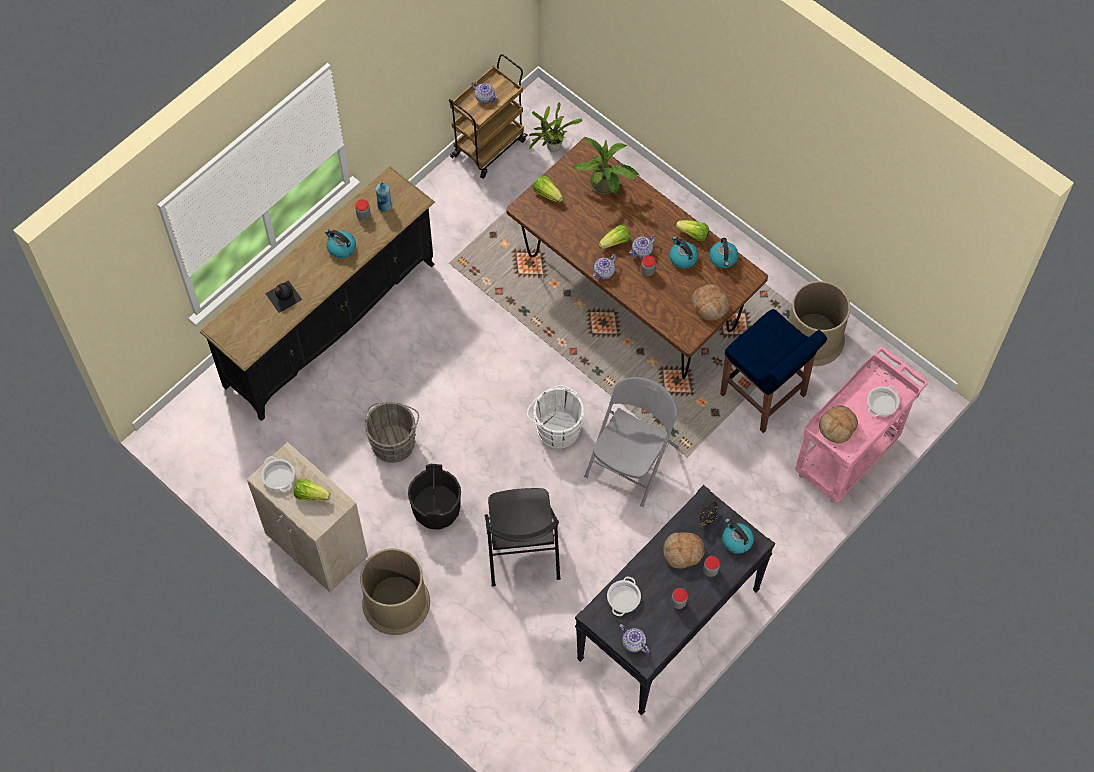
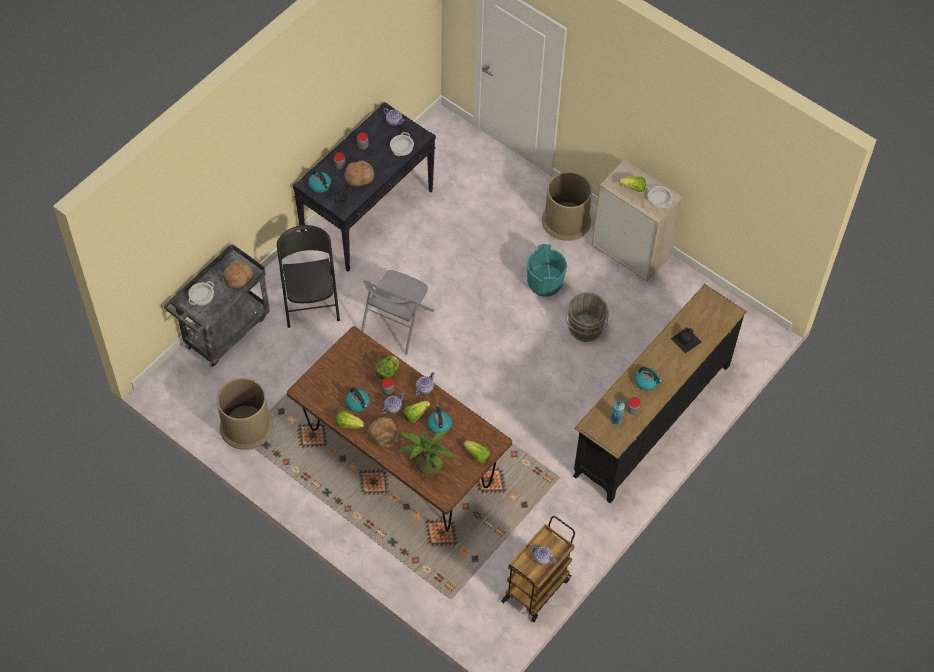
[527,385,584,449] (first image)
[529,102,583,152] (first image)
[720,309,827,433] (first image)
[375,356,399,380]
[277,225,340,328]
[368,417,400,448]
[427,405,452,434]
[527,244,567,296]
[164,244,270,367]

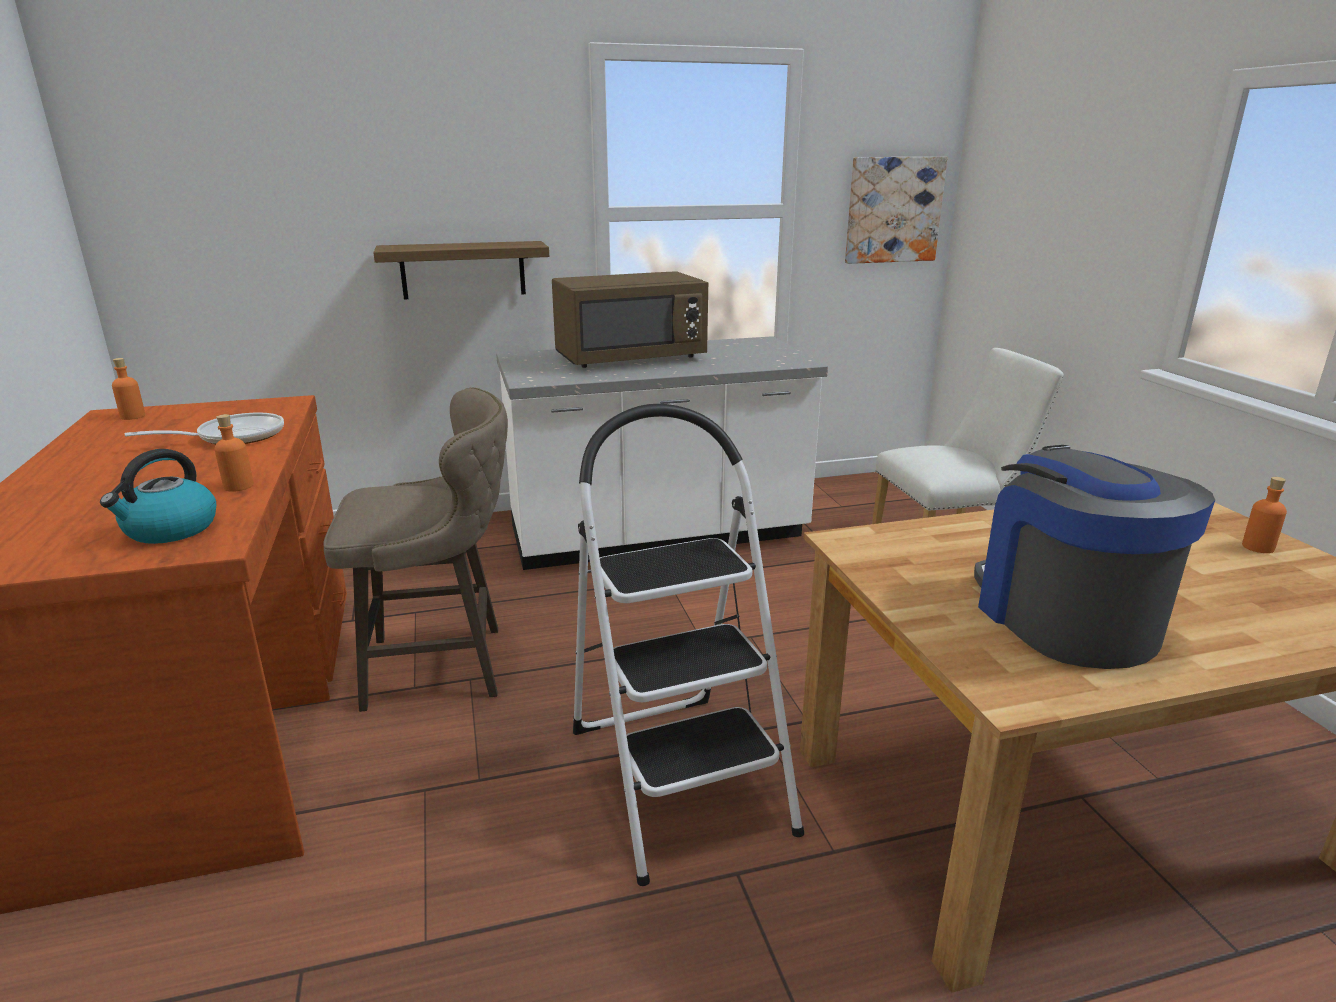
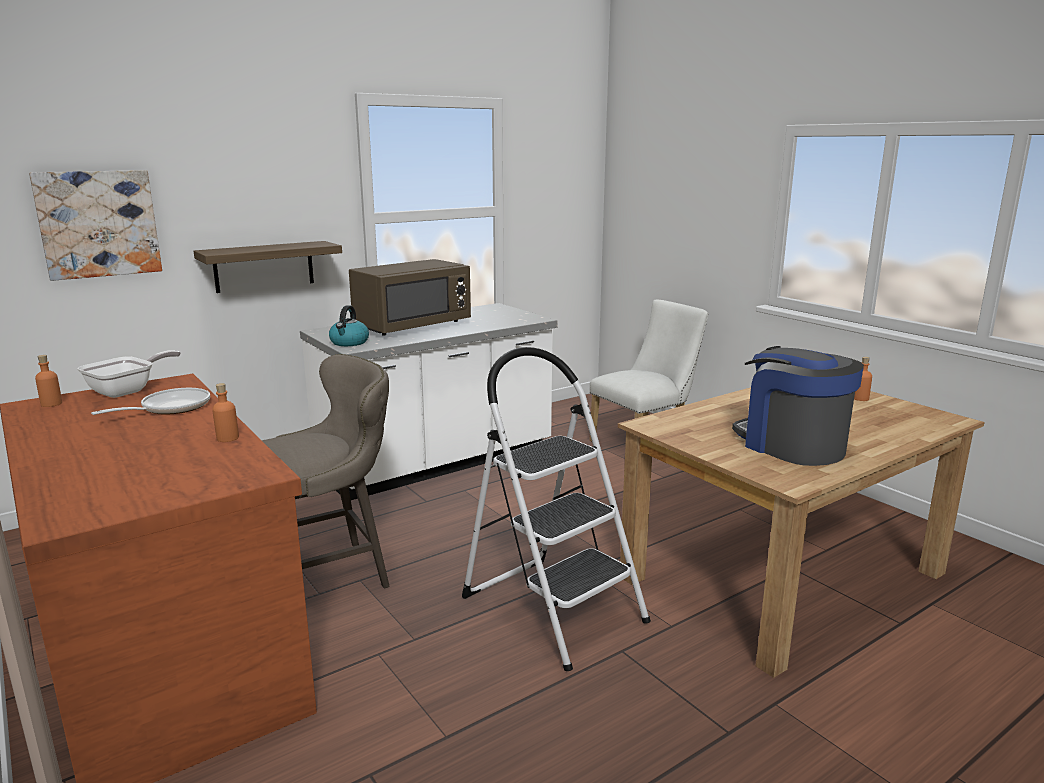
[78,350,180,398]
[329,305,369,346]
[29,170,162,281]

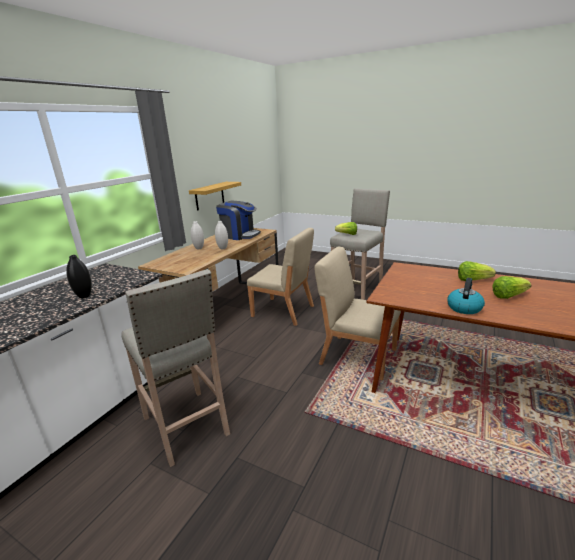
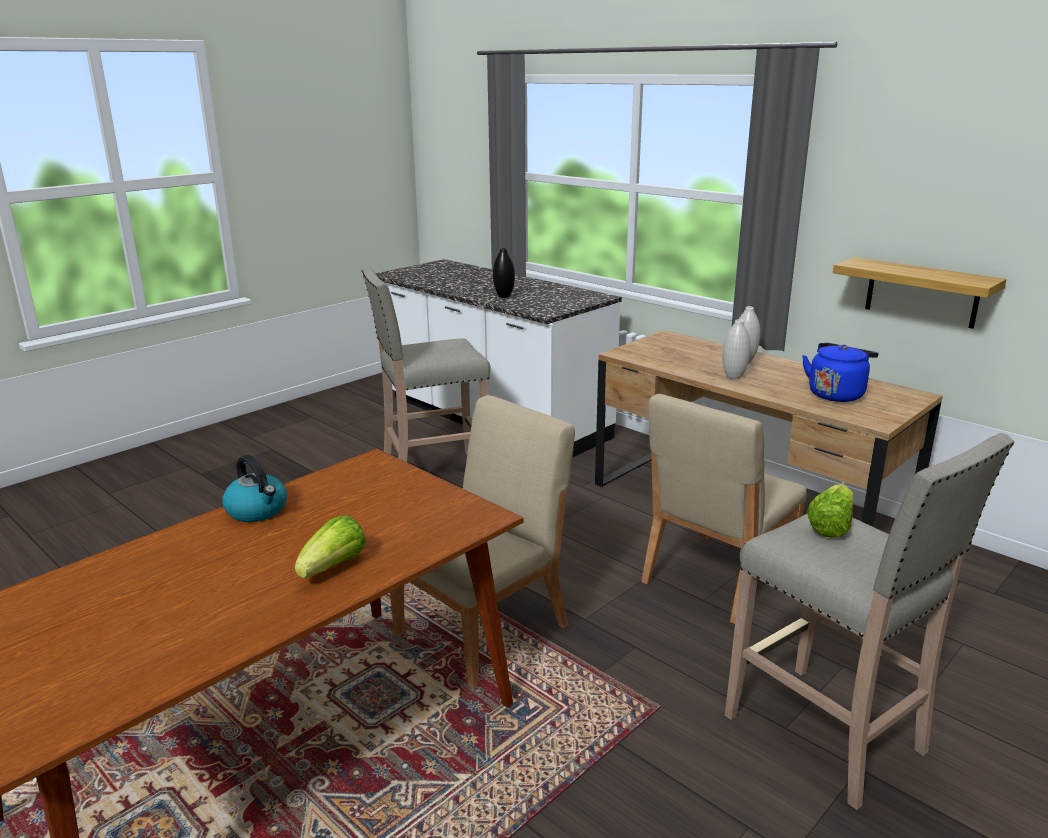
[492,276,531,299] (first image)
[802,343,878,402]

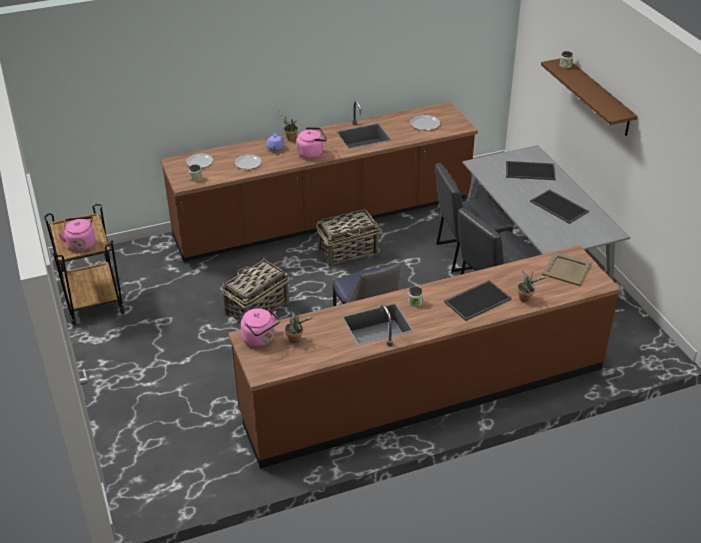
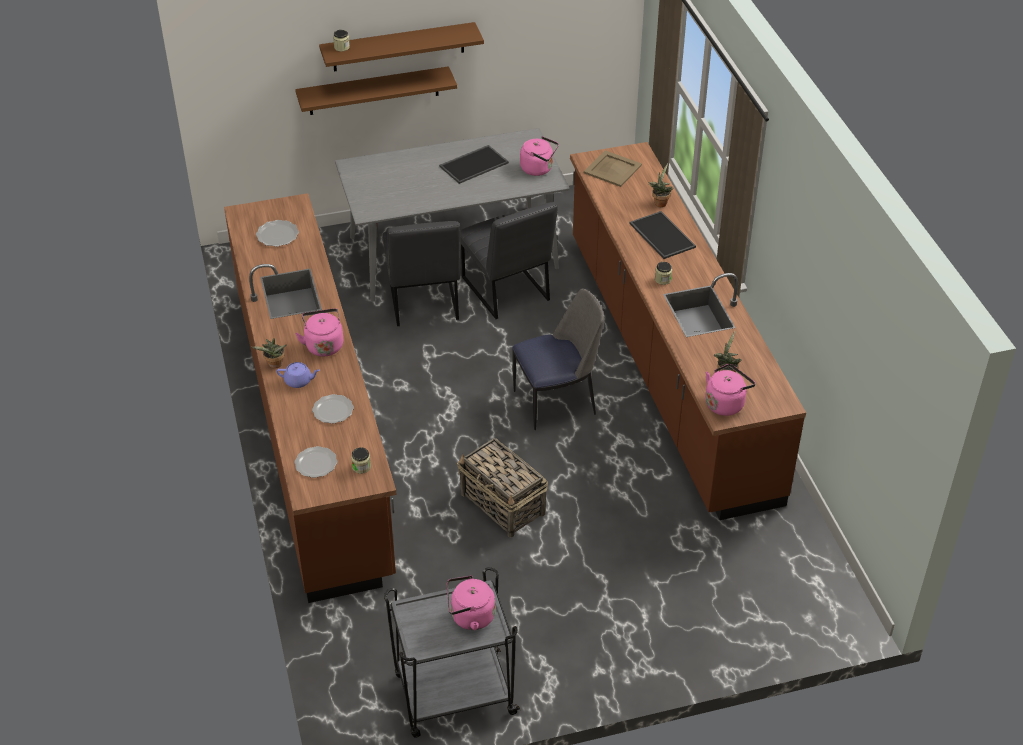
[316,209,380,267] (first image)
[506,161,556,180] (first image)
[295,66,457,115]
[520,136,559,176]
[384,567,520,738]

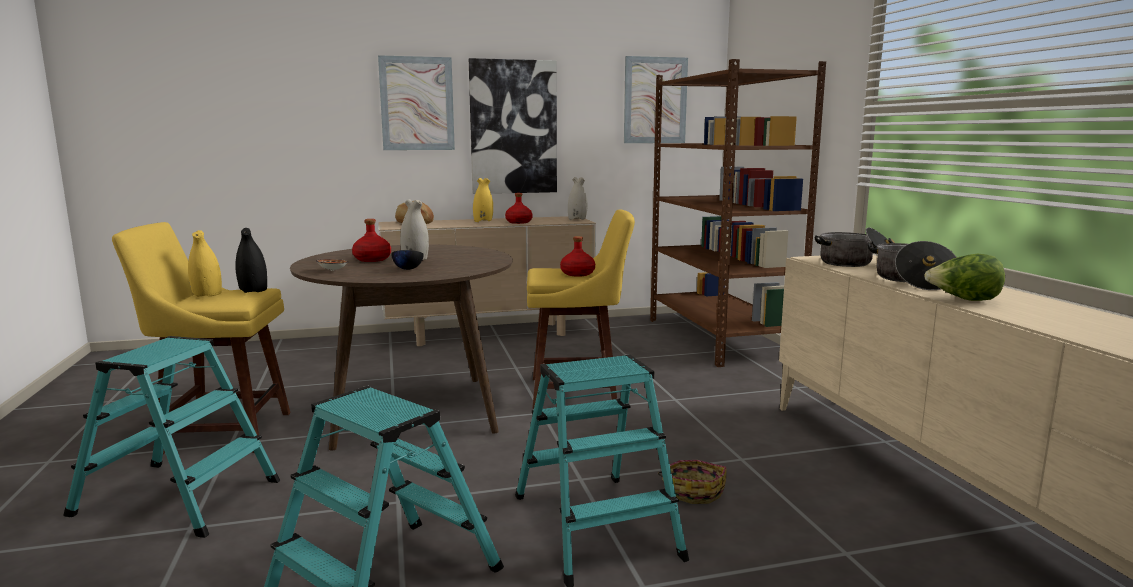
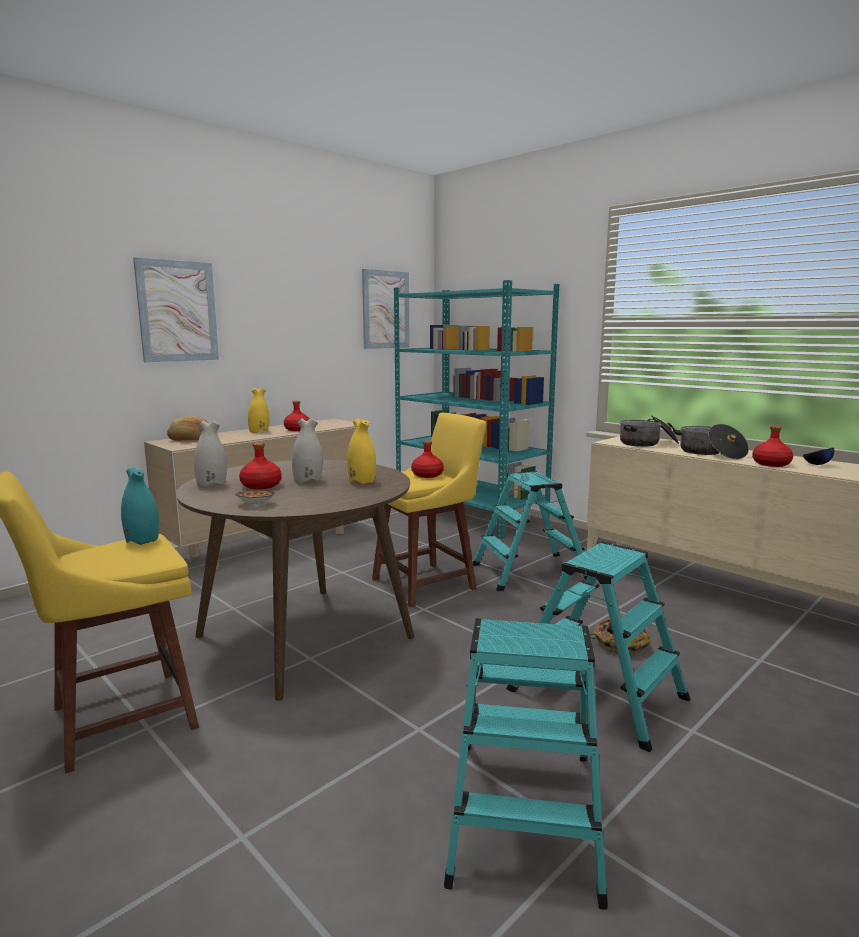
[469,58,557,194] (first image)
[473,471,588,591]
[347,418,376,484]
[803,447,834,465]
[194,421,227,488]
[752,426,793,467]
[121,467,159,545]
[394,280,559,539]

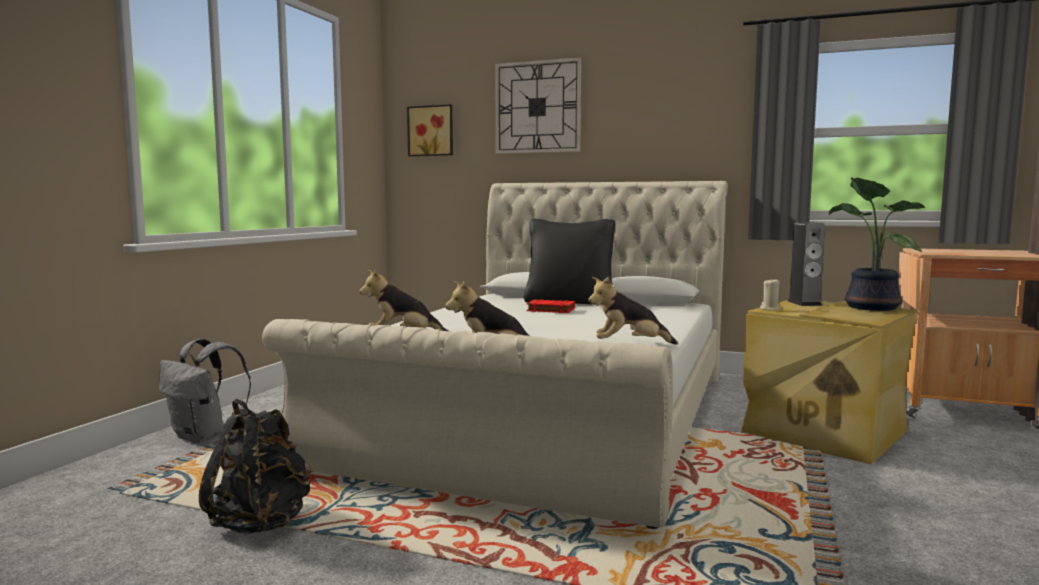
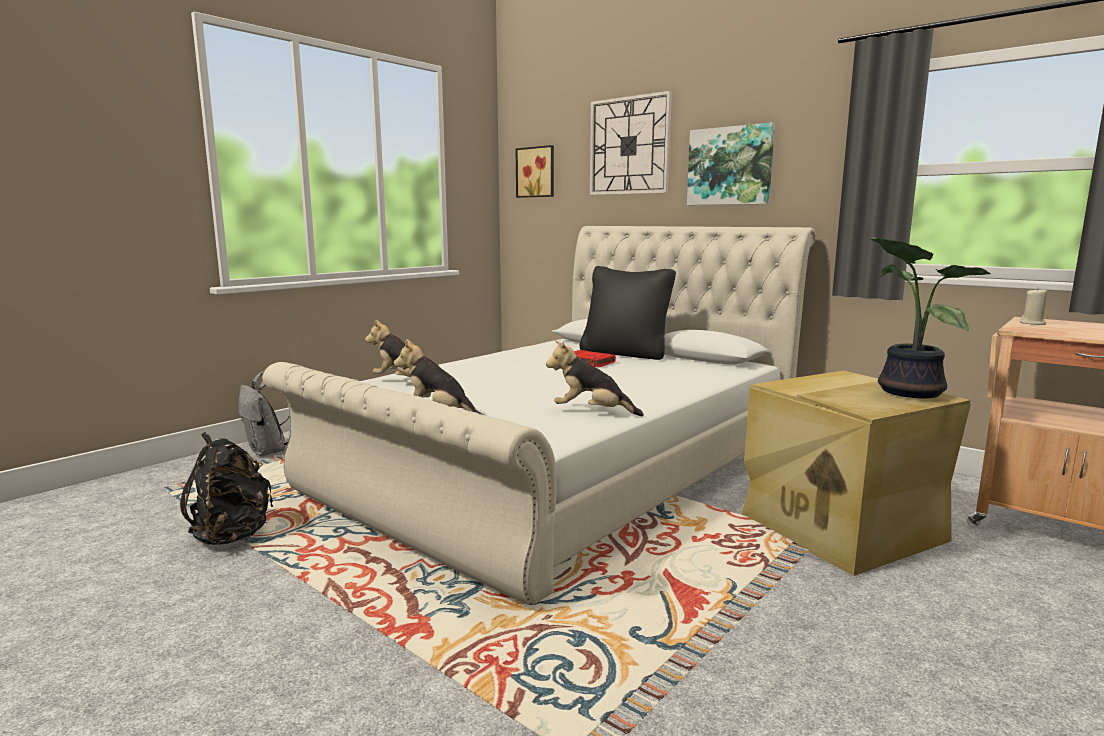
[788,222,825,306] (first image)
[687,122,775,205]
[1020,287,1047,325]

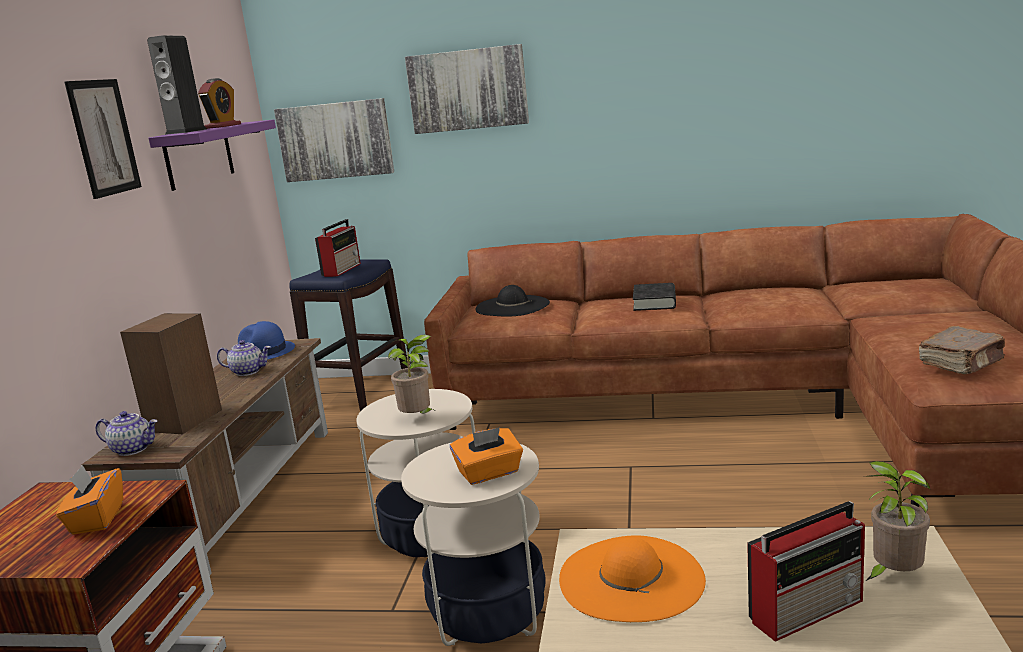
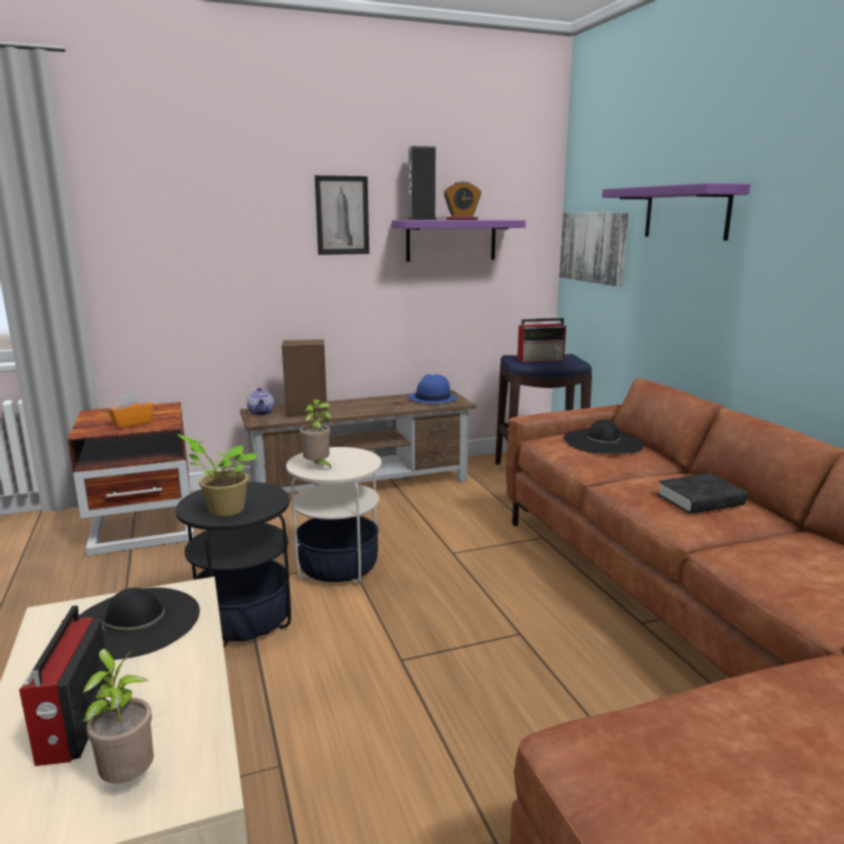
[217,340,270,376] (first image)
[919,326,1005,374] (first image)
[602,183,750,241]
[177,434,257,517]
[176,482,291,648]
[79,587,200,660]
[19,605,109,766]

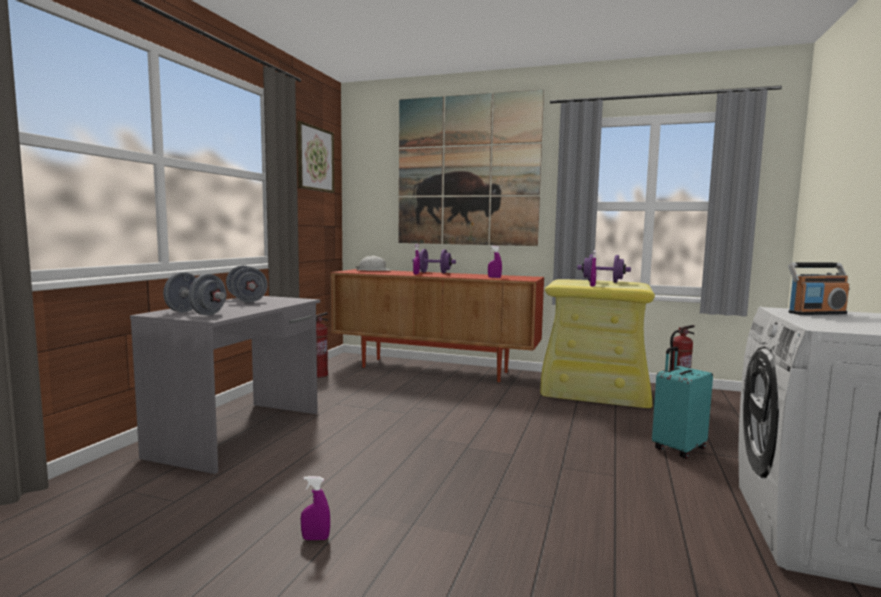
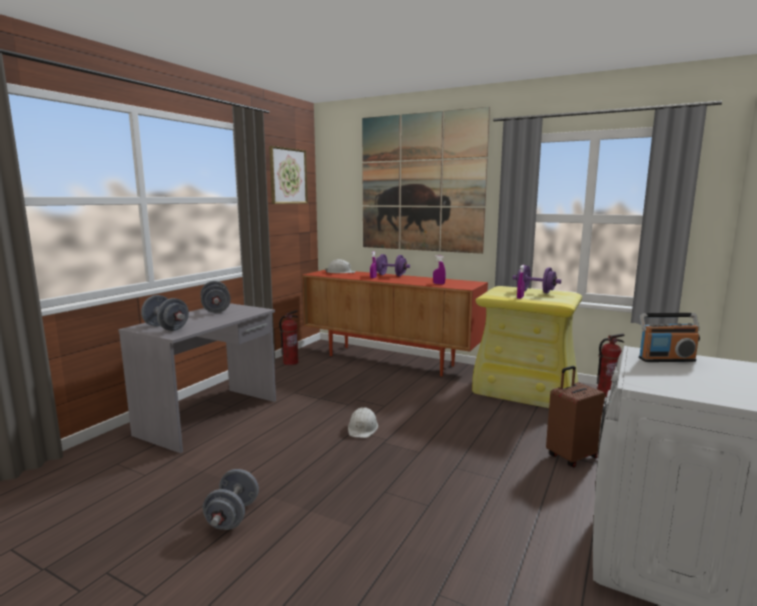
[348,407,378,438]
[203,469,259,530]
[546,366,606,467]

